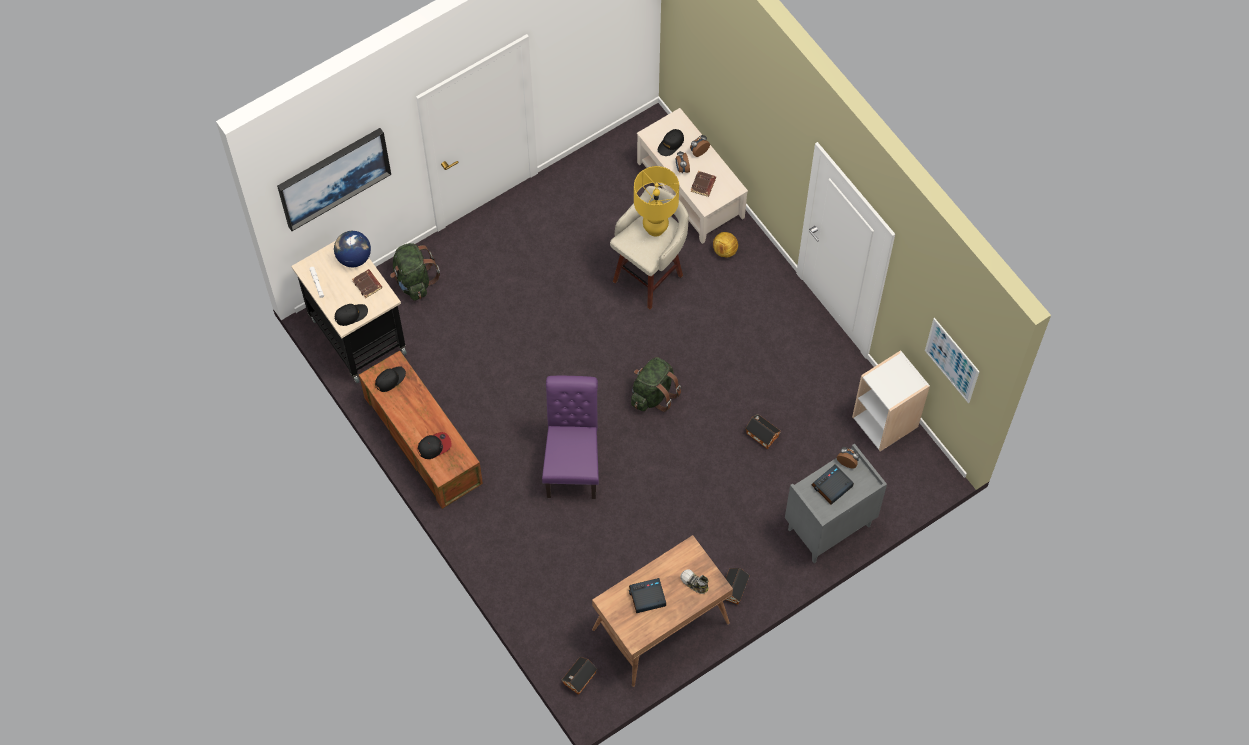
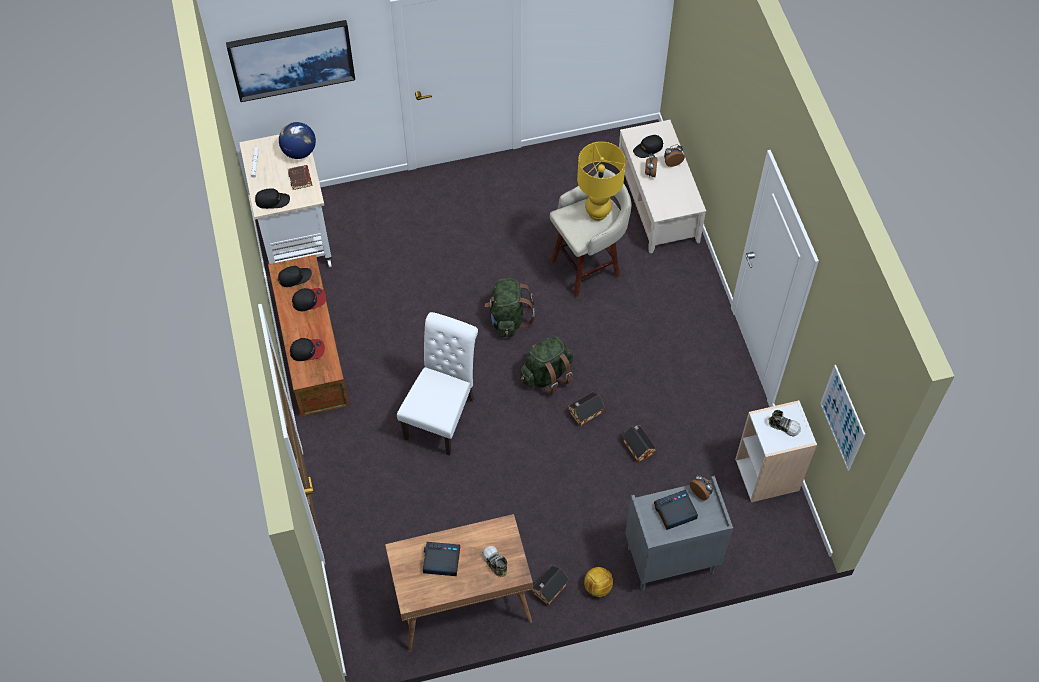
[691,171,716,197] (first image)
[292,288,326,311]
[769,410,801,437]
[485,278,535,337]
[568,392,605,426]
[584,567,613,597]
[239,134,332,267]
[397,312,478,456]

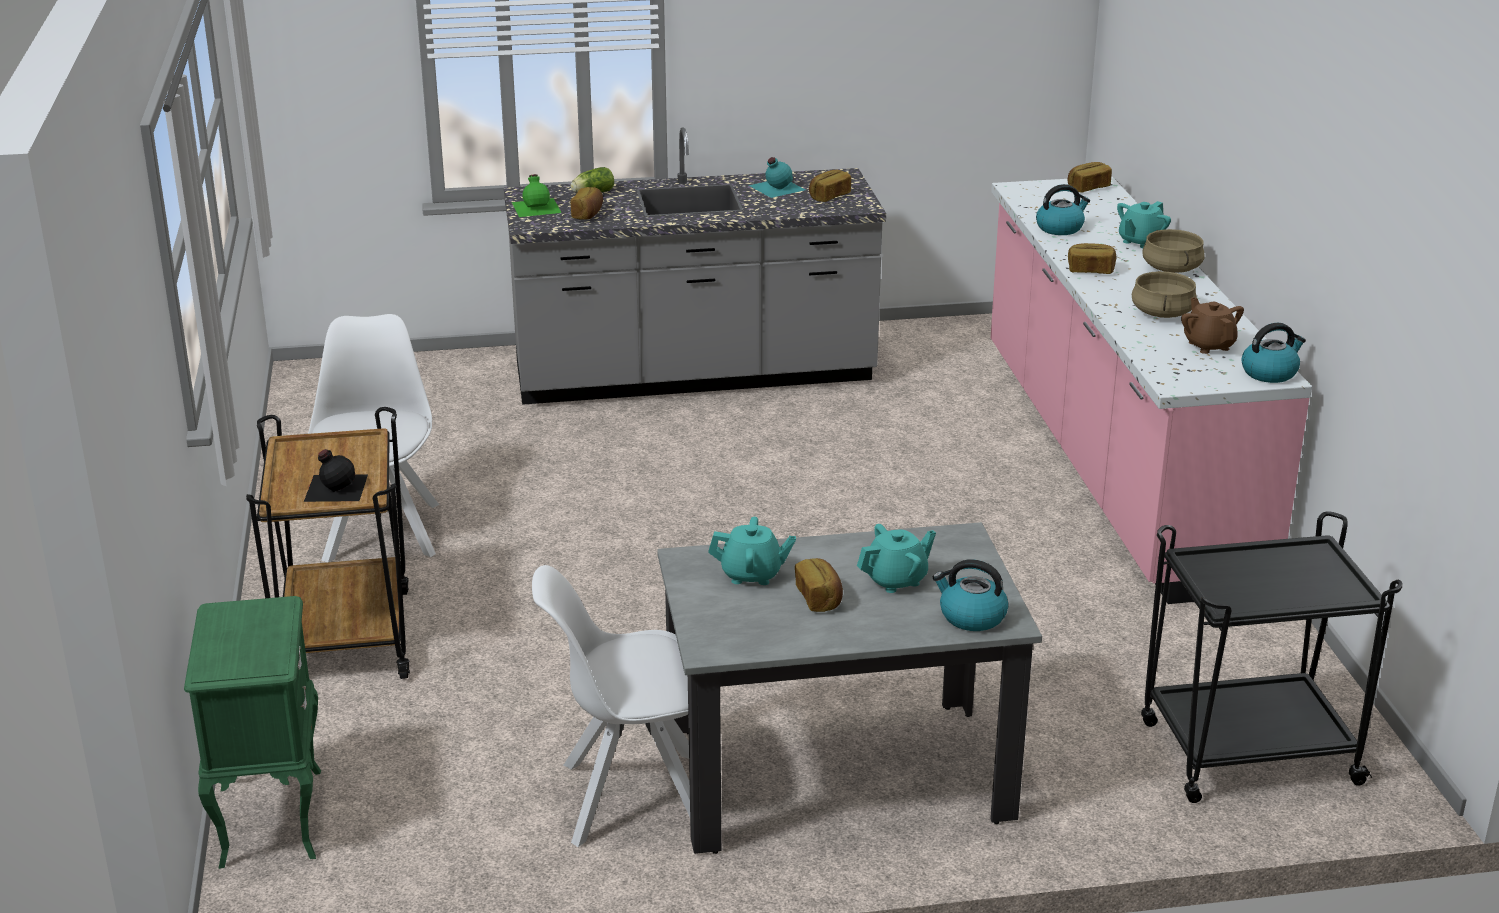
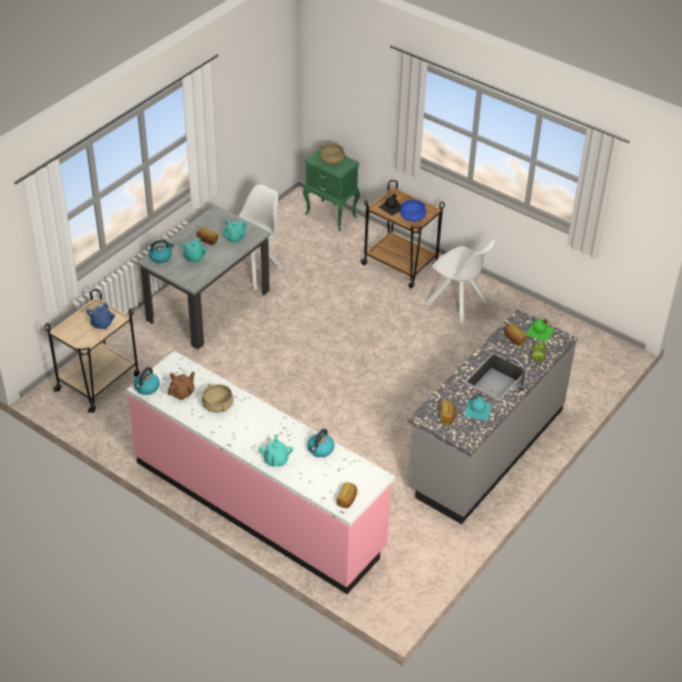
[1068,243,1117,274] (first image)
[86,302,115,330]
[400,199,426,222]
[320,143,346,164]
[44,289,140,413]
[168,371,195,400]

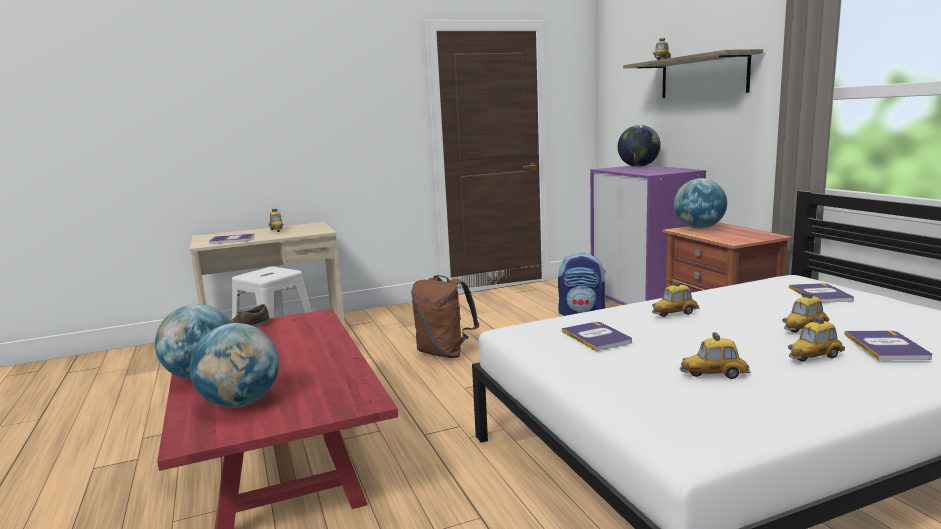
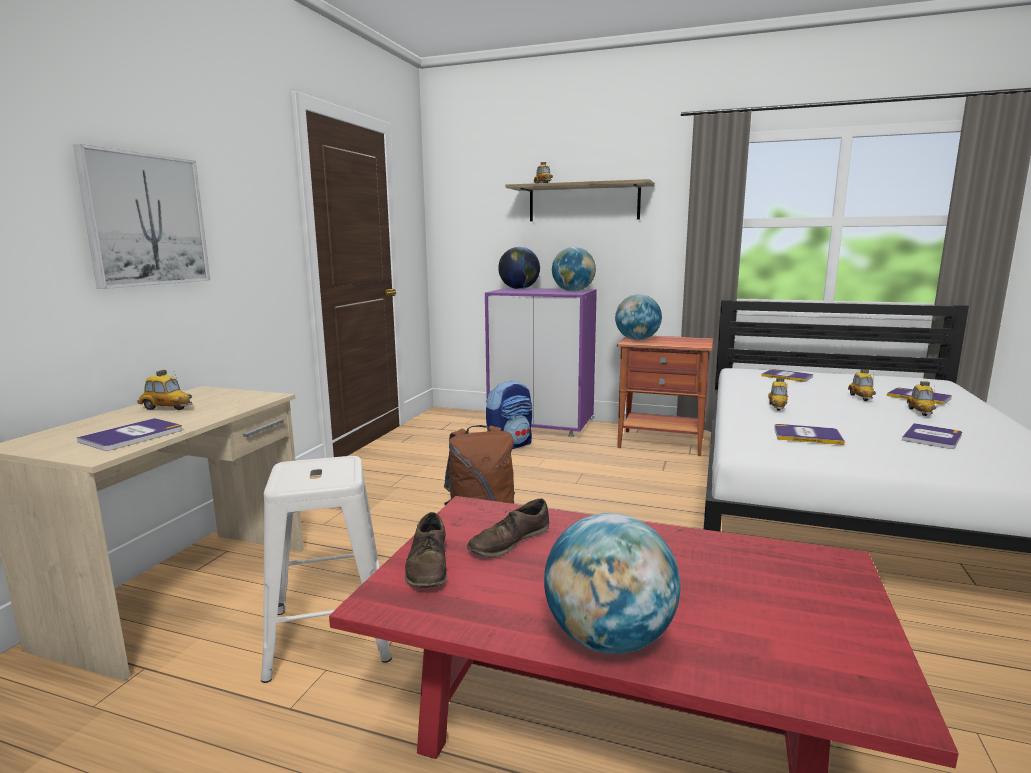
[73,144,210,289]
[467,498,550,557]
[552,247,596,292]
[902,423,962,449]

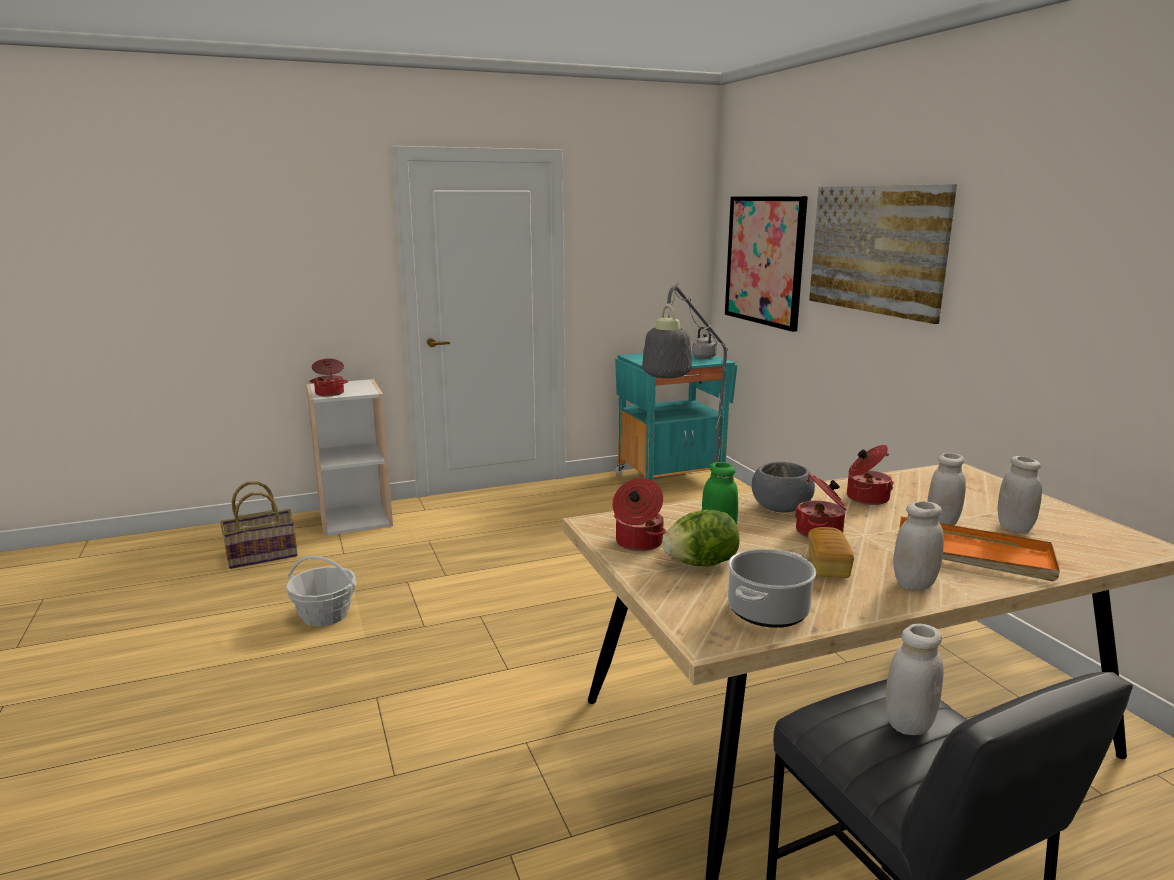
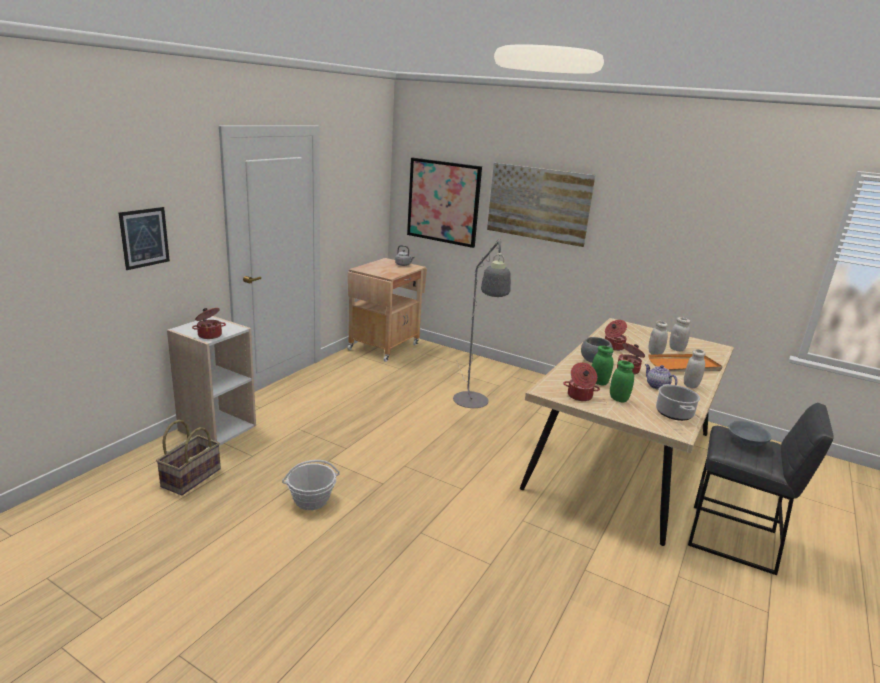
[119,207,170,270]
[610,360,634,402]
[645,364,677,390]
[728,421,772,447]
[347,258,427,362]

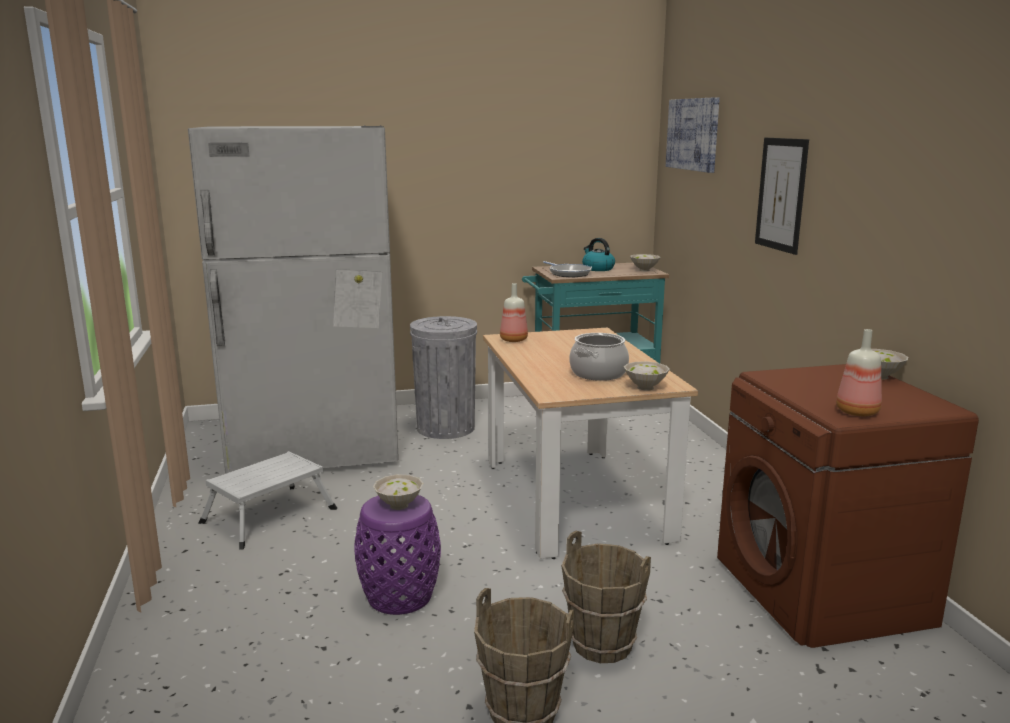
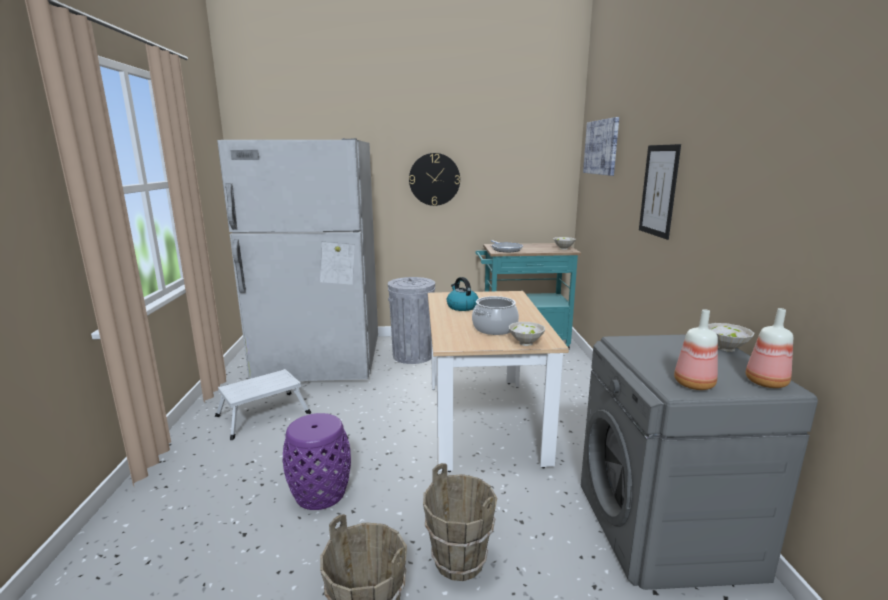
[373,474,423,510] (first image)
[409,153,460,206]
[746,308,793,388]
[447,277,479,311]
[581,334,818,590]

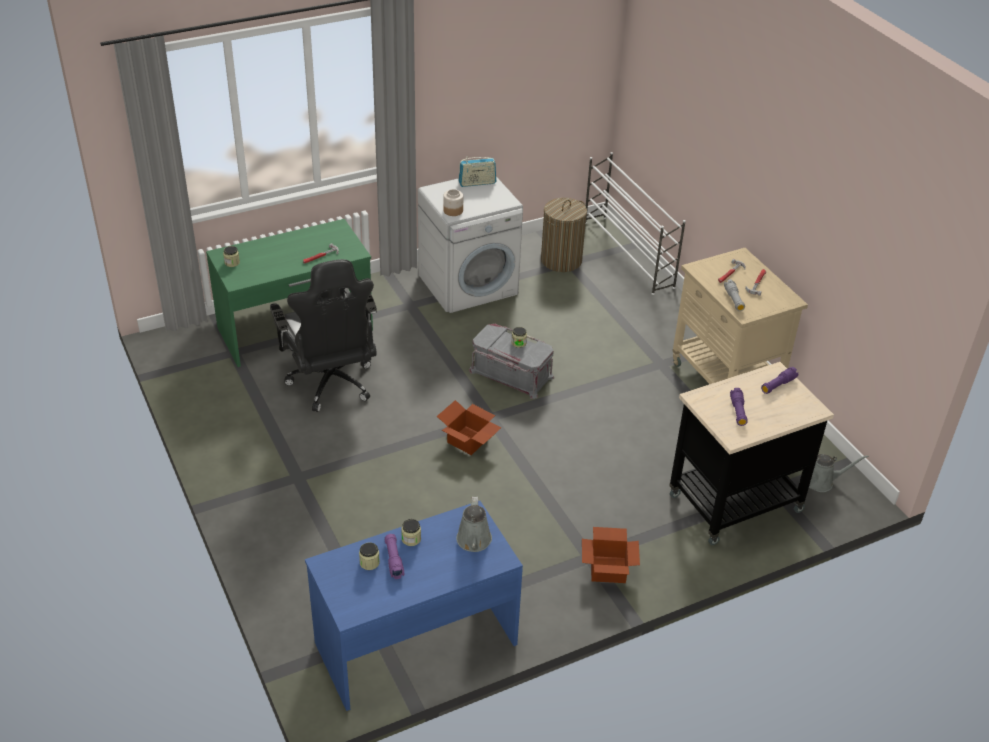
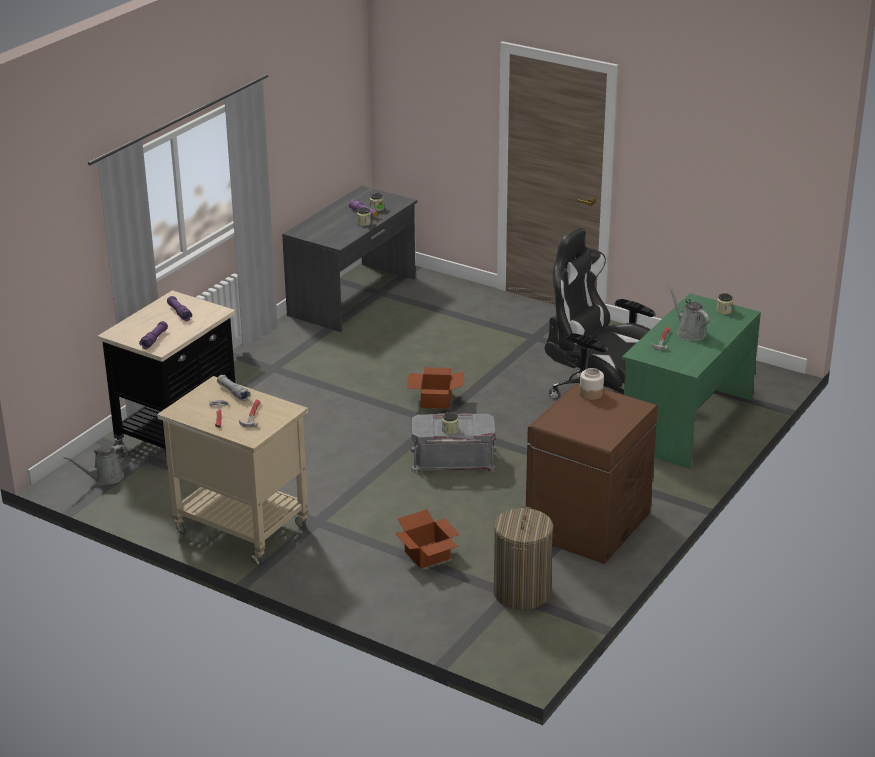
[458,157,496,187] (first image)
[586,152,686,295] (first image)
[668,284,709,341]
[395,509,460,569]
[282,186,417,332]
[526,383,658,564]

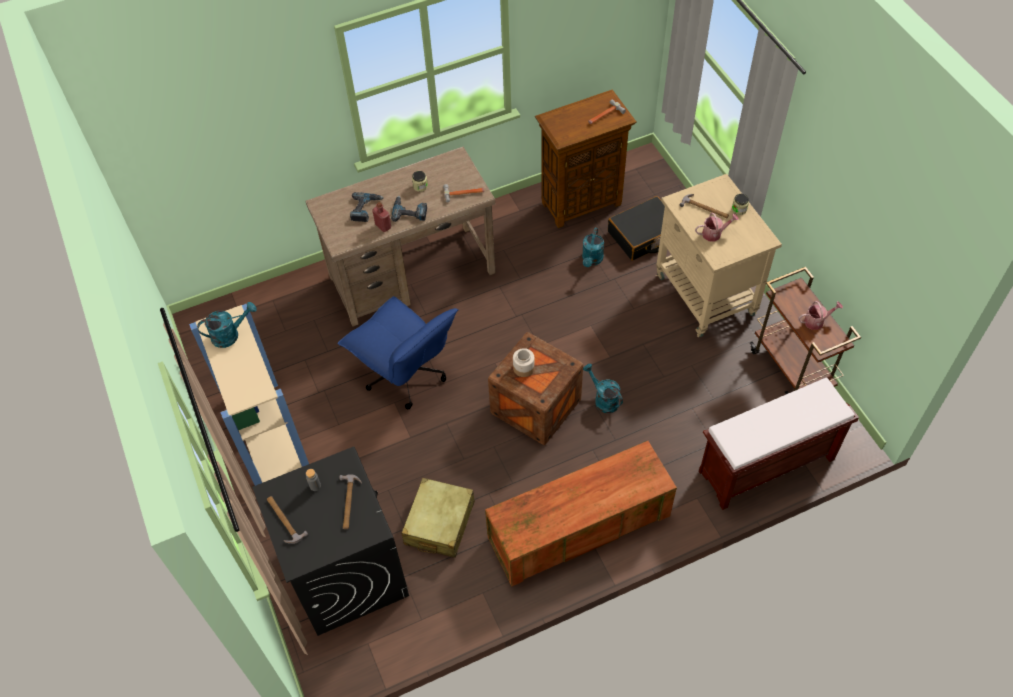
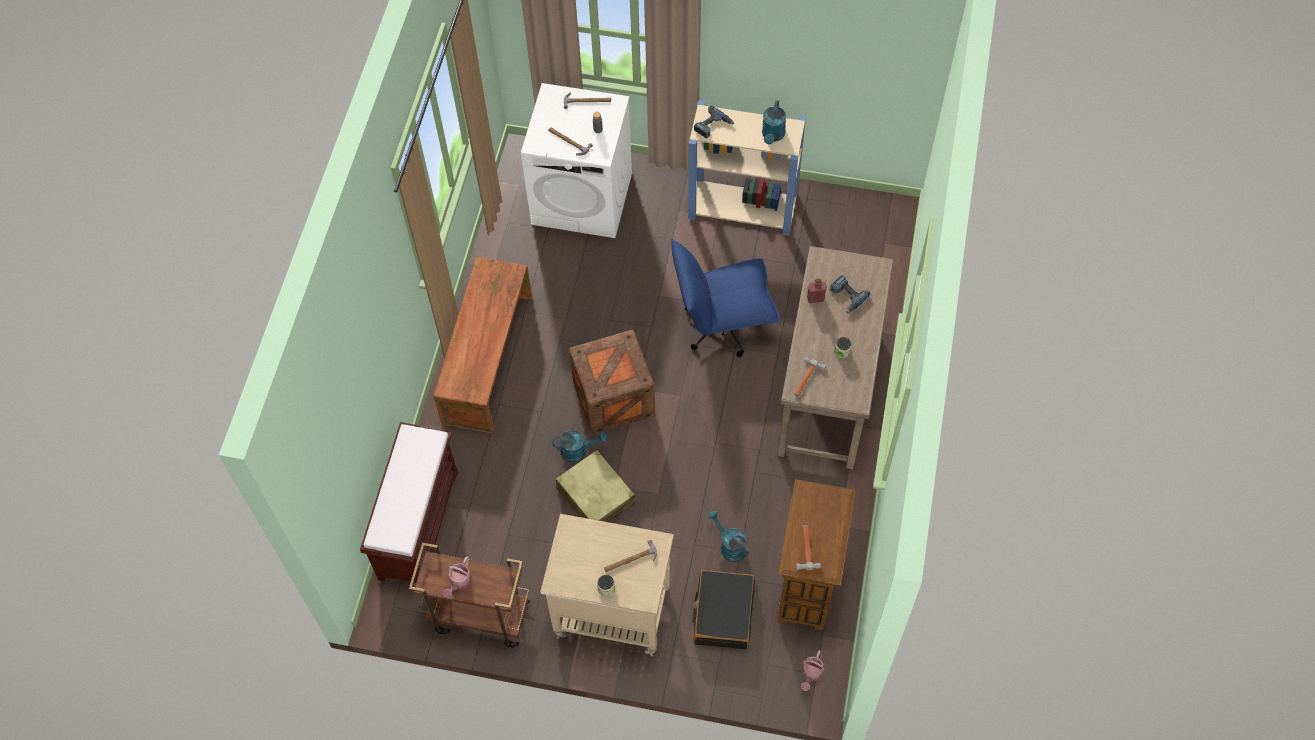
[513,348,535,377] (first image)
[694,106,734,138]
[556,450,635,522]
[801,649,824,691]
[521,83,632,238]

